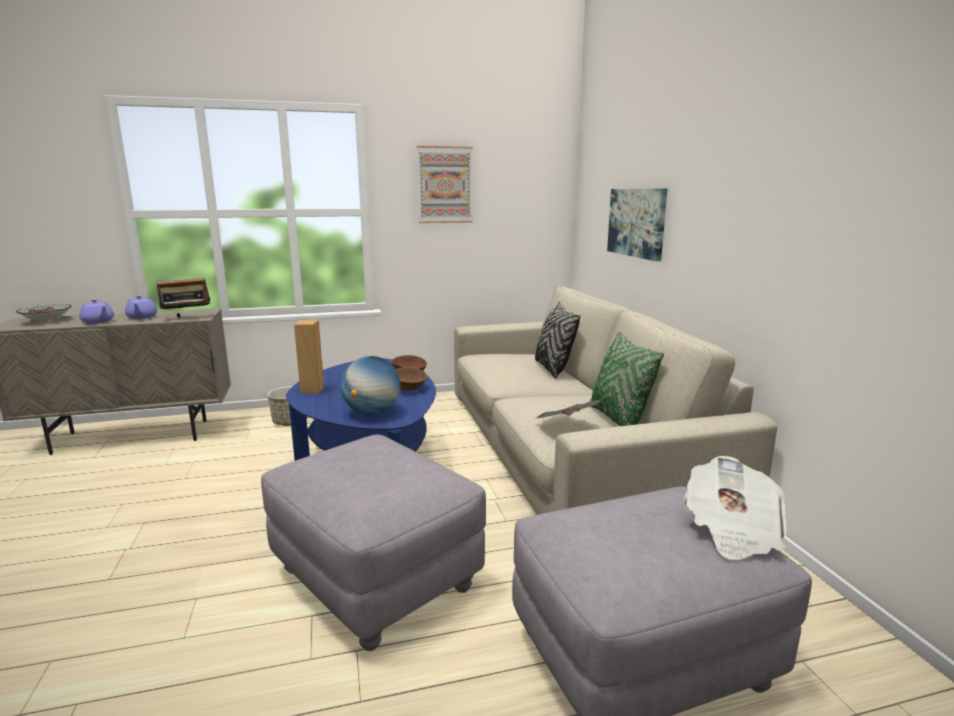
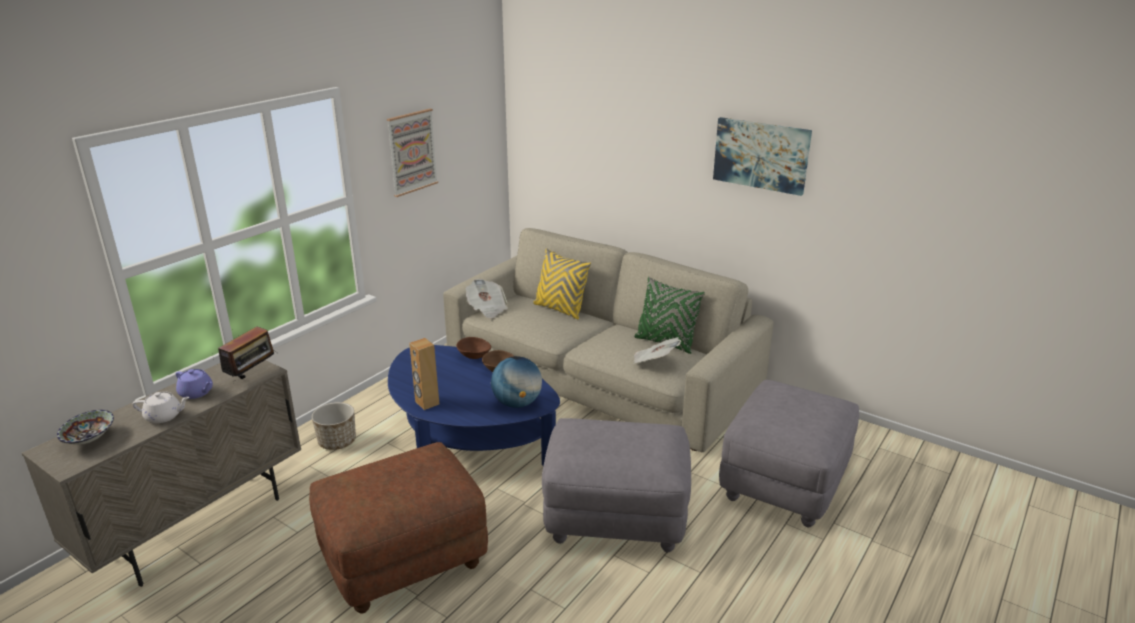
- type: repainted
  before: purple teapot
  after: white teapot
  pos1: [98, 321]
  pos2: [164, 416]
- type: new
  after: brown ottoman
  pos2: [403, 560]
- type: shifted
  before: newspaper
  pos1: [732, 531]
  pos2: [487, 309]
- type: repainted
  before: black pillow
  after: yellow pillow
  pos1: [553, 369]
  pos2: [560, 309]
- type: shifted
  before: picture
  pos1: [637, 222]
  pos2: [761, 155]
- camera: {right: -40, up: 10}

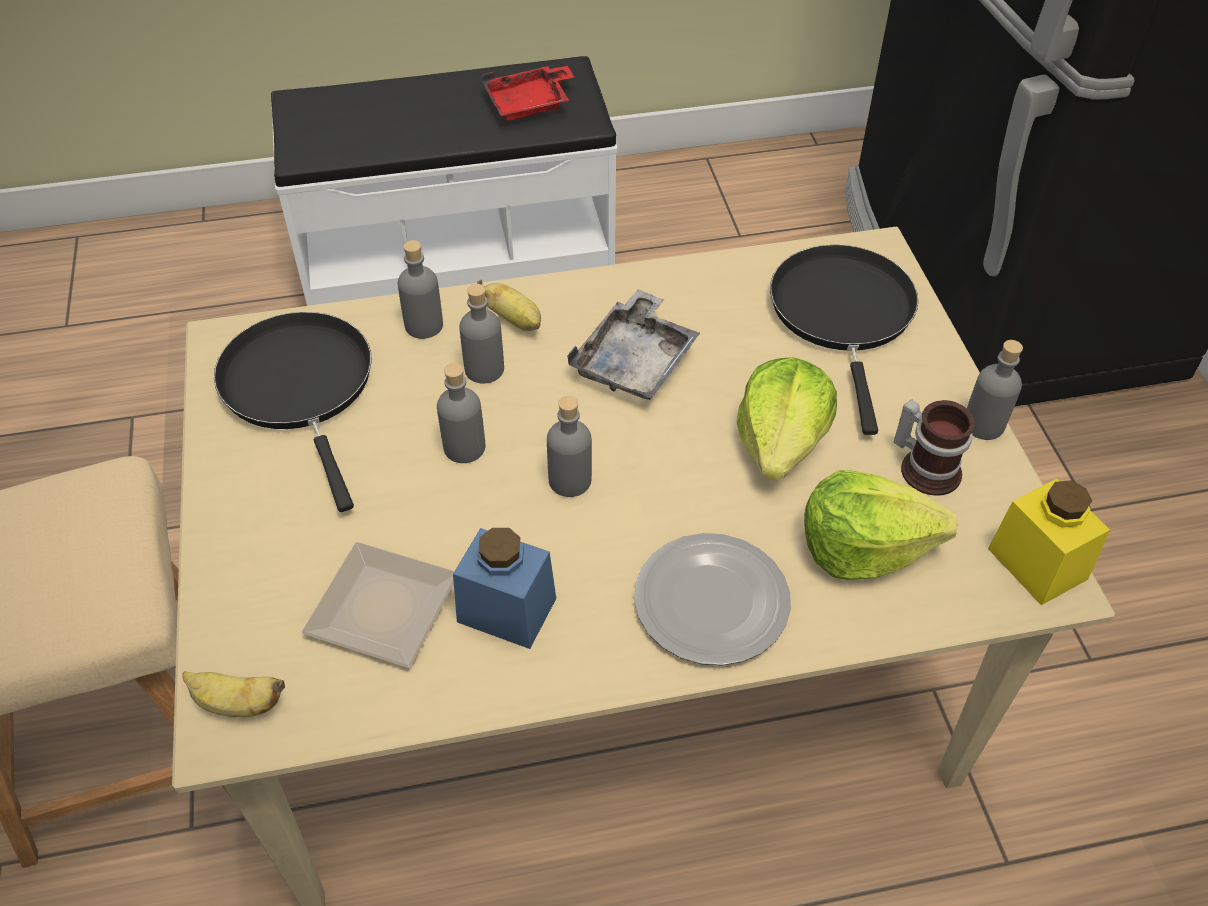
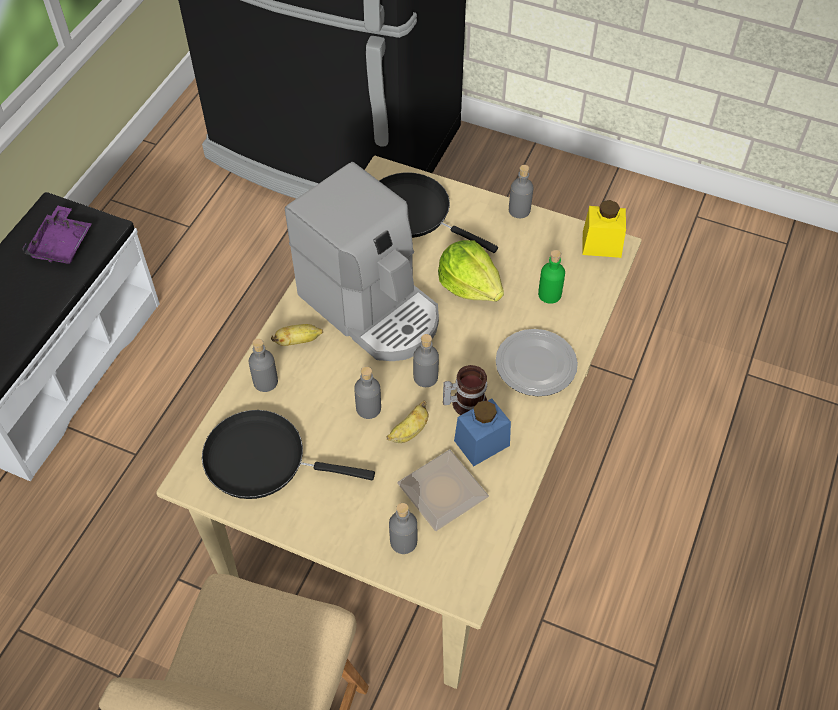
- type: repainted
  before: red tray
  after: purple tray
  pos1: [530, 104]
  pos2: [62, 244]
- type: swapped
  before: grey tray
  after: coffee machine
  pos1: [635, 361]
  pos2: [372, 308]
- type: shifted
  before: banana
  pos1: [237, 704]
  pos2: [409, 432]
- type: shifted
  before: grey bottle
  pos1: [484, 369]
  pos2: [403, 541]
- type: shifted
  before: mug
  pos1: [927, 467]
  pos2: [465, 402]
- type: swapped
  before: lettuce
  after: green bottle
  pos1: [863, 547]
  pos2: [549, 294]
- camera: {right: -55, up: 5}

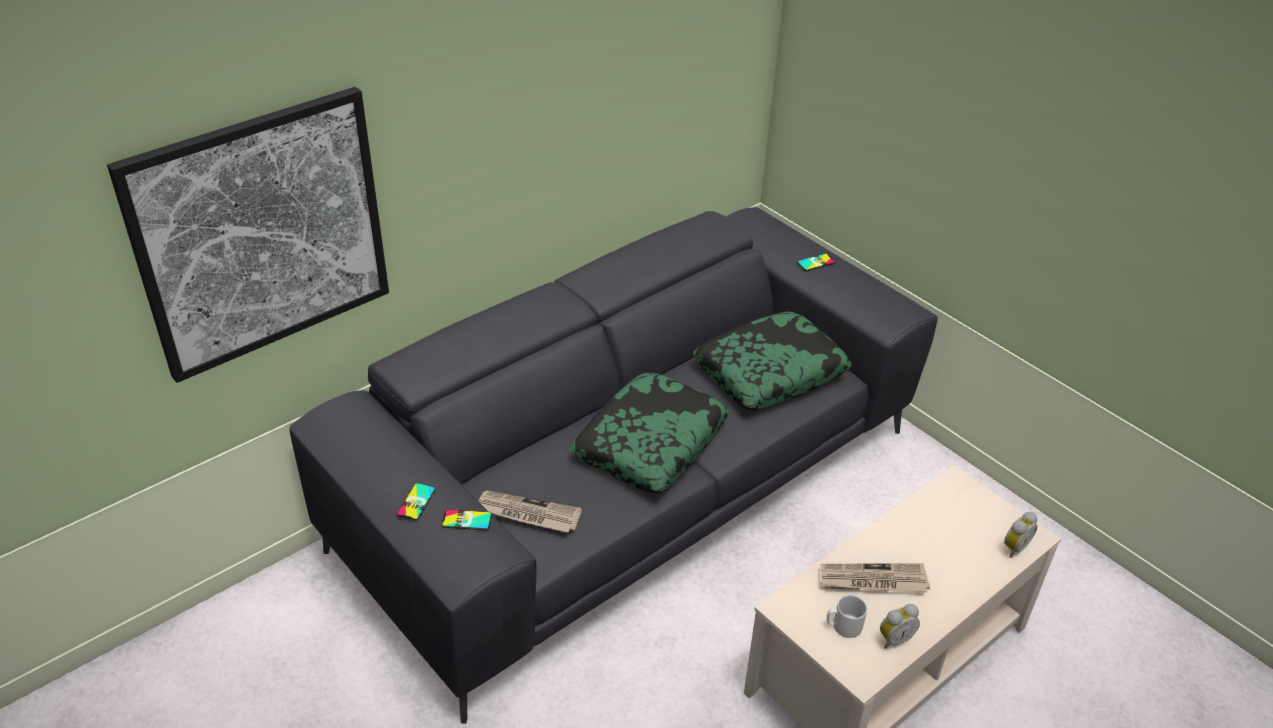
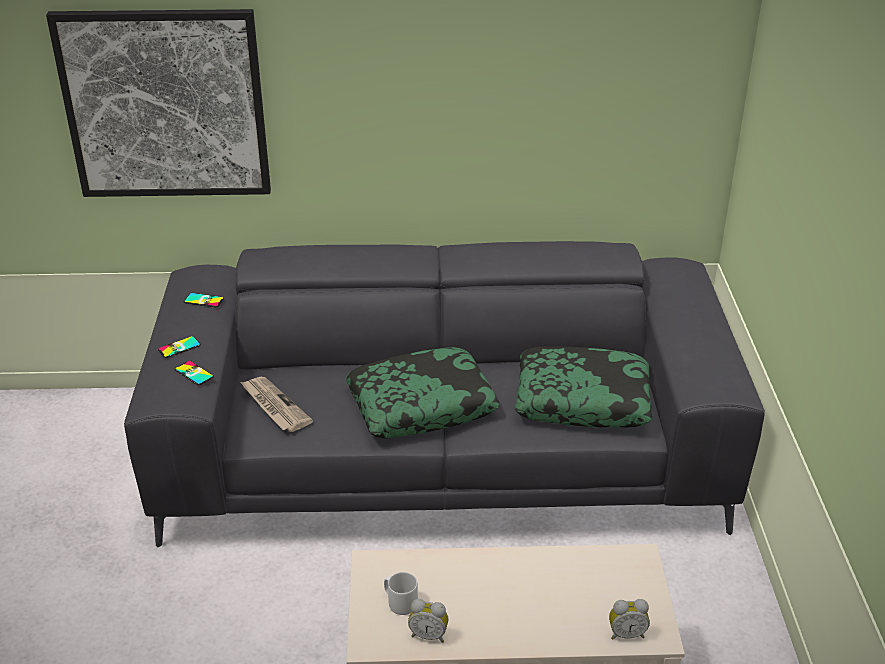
- type: shifted
  before: phone
  pos1: [815, 262]
  pos2: [204, 300]
- type: gone
  before: newspaper
  pos1: [872, 580]
- camera: {right: 40, up: -5}

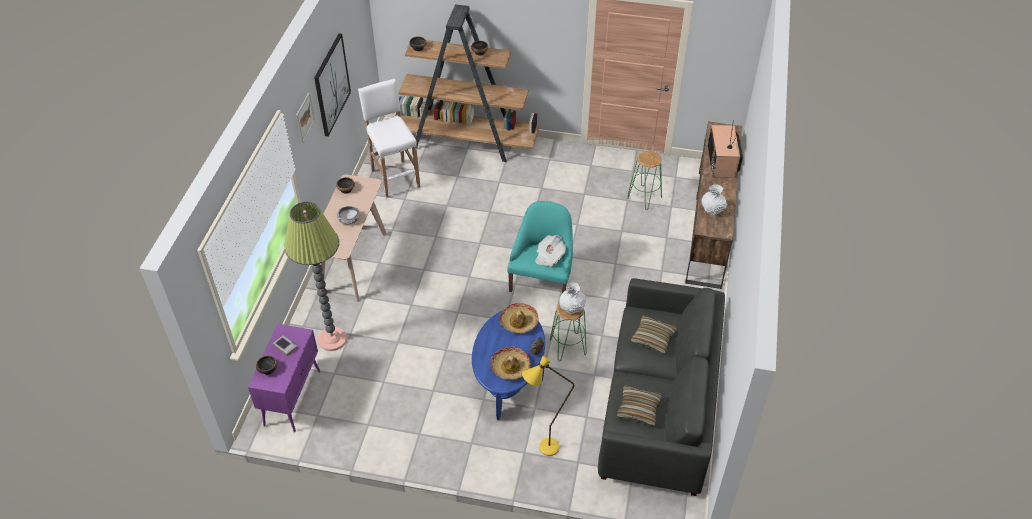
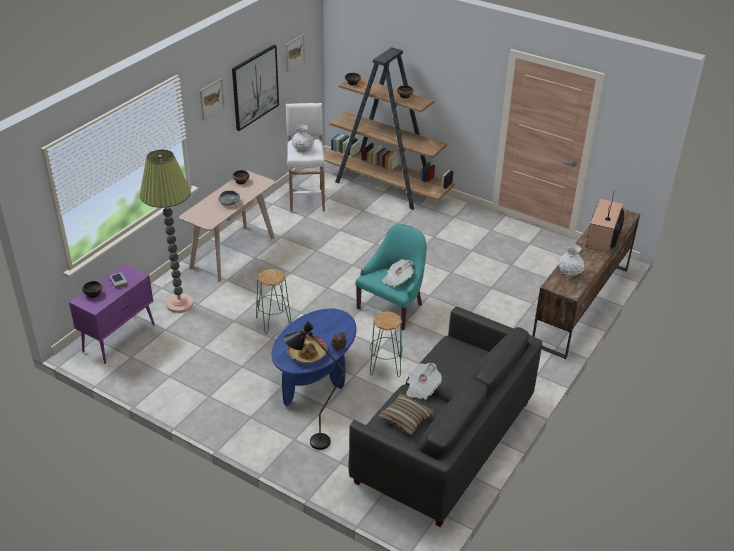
- type: shifted
  before: green stool
  pos1: [644, 198]
  pos2: [274, 322]
- type: repainted
  before: yellow floor lamp
  after: black floor lamp
  pos1: [542, 451]
  pos2: [312, 443]
- type: new
  after: picture
  pos2: [294, 53]
- type: shifted
  before: white vase
  pos1: [572, 308]
  pos2: [303, 149]
- type: new
  after: newspaper
  pos2: [422, 388]
- type: gone
  before: hat
  pos1: [519, 322]
- type: gone
  before: pillow
  pos1: [653, 338]
- camera: {right: 20, up: -10}

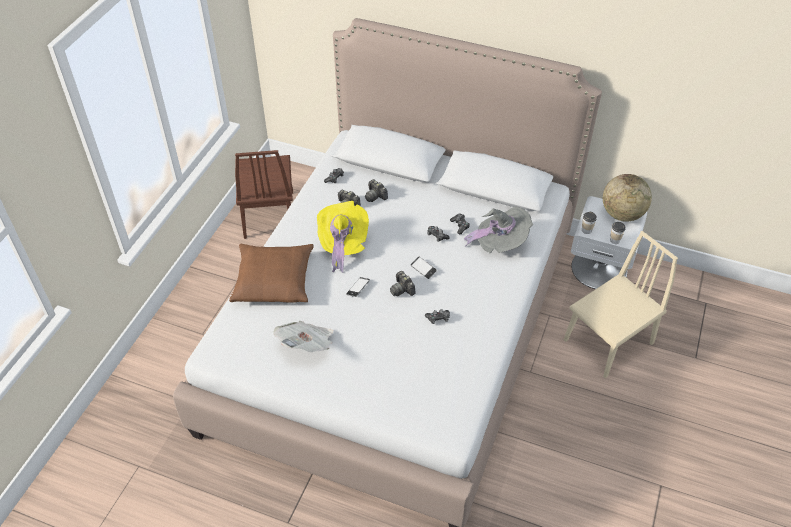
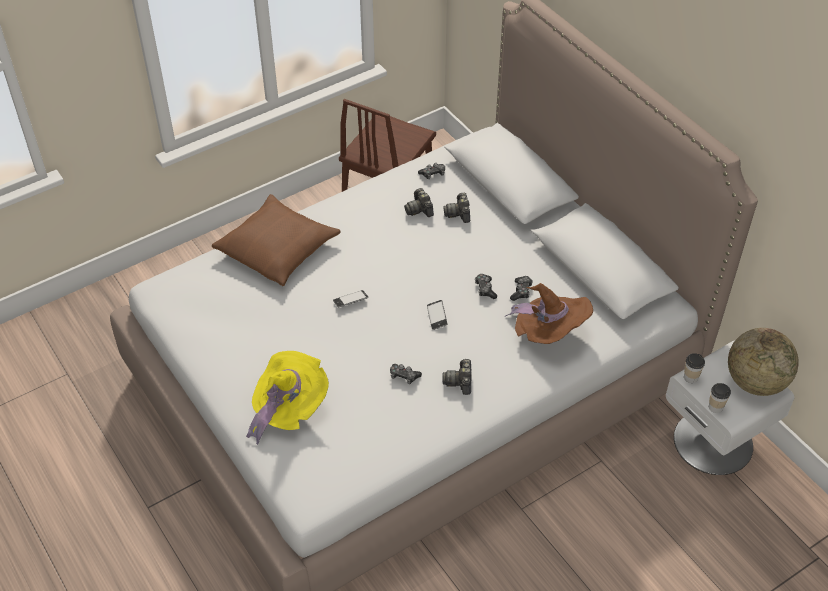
- type: shifted
  before: yellow hat
  pos1: [342, 245]
  pos2: [288, 409]
- type: shifted
  before: photo camera
  pos1: [402, 289]
  pos2: [460, 382]
- type: repainted
  before: grey hat
  after: brown hat
  pos1: [500, 243]
  pos2: [548, 334]
- type: gone
  before: newspaper
  pos1: [307, 345]
- type: gone
  before: beige chair
  pos1: [608, 342]
- camera: {right: 35, up: 0}

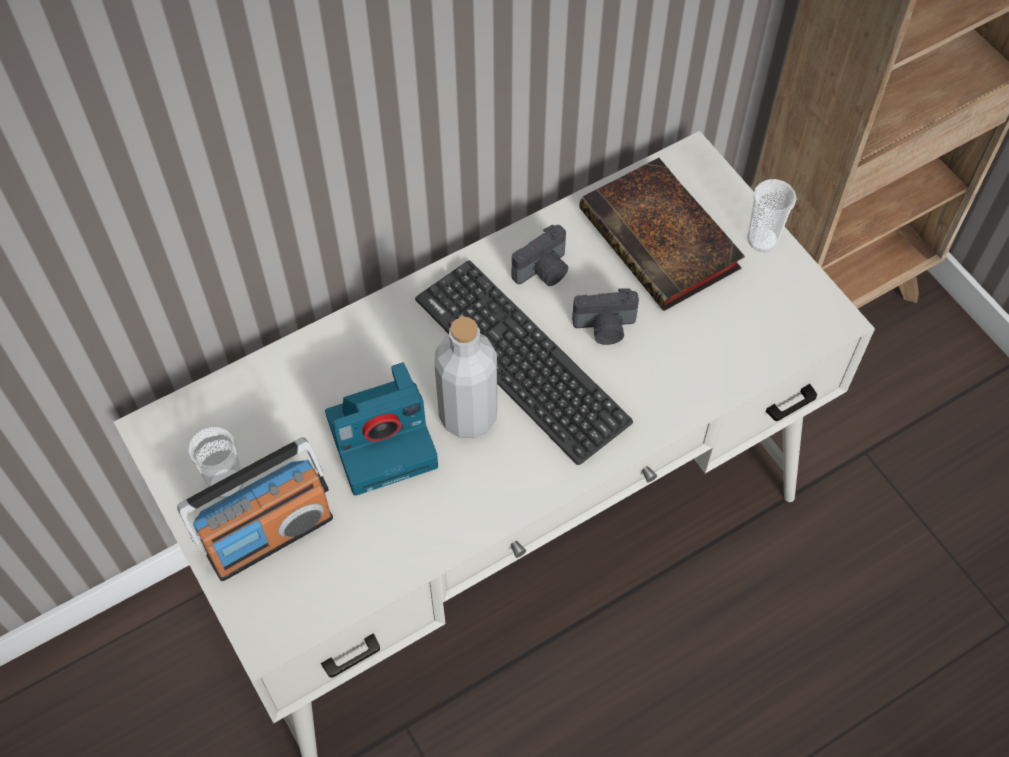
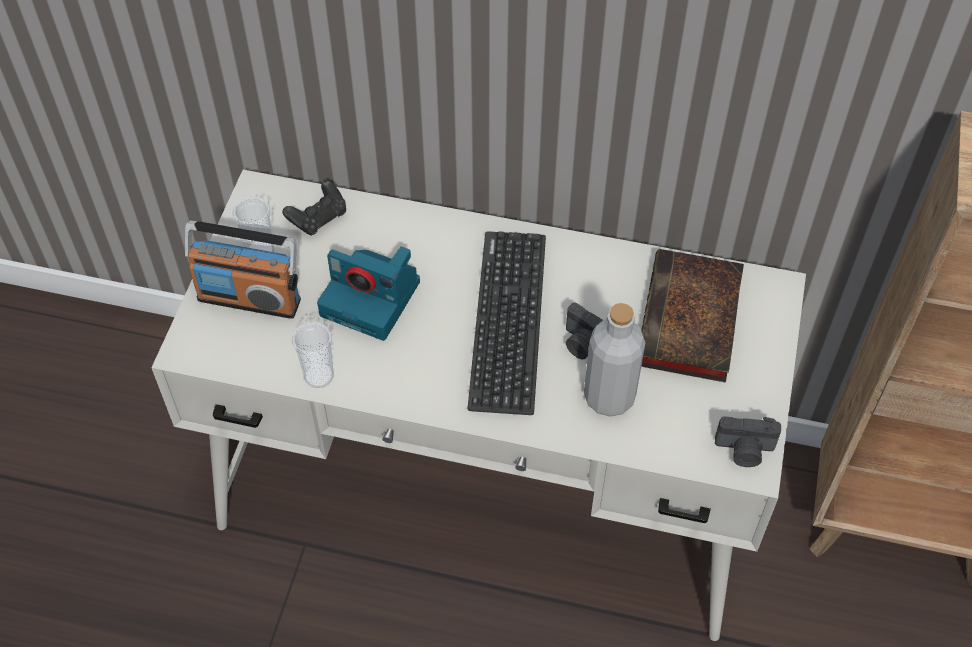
- type: new
  after: black game controller
  pos2: [318, 218]
- type: shifted
  before: cup
  pos1: [762, 240]
  pos2: [319, 376]
- type: shifted
  before: grey bottle
  pos1: [468, 415]
  pos2: [609, 397]
- type: shifted
  before: photo camera
  pos1: [544, 271]
  pos2: [744, 451]
- camera: {right: 45, up: -5}

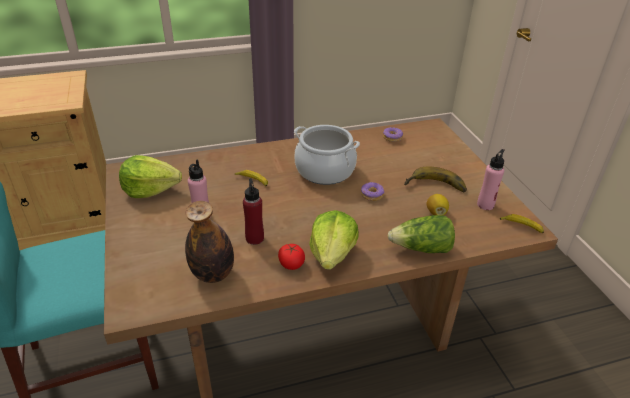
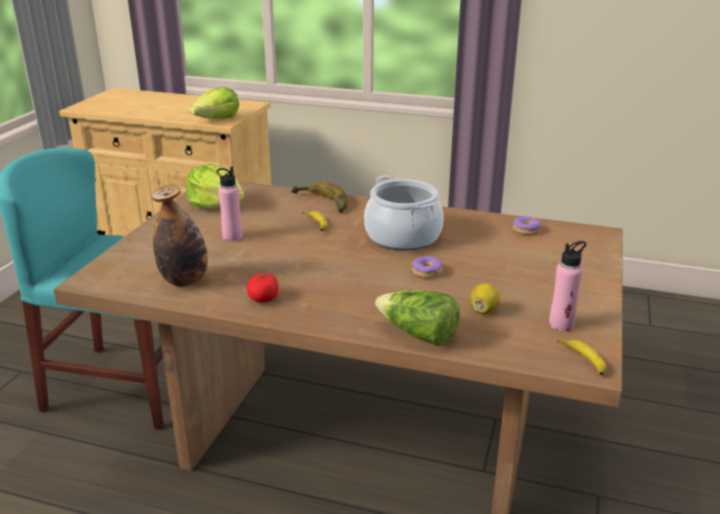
- type: shifted
  before: lettuce
  pos1: [332, 253]
  pos2: [217, 119]
- type: shifted
  before: banana
  pos1: [435, 187]
  pos2: [320, 203]
- type: gone
  before: red bottle
  pos1: [254, 238]
- camera: {right: 35, up: -10}

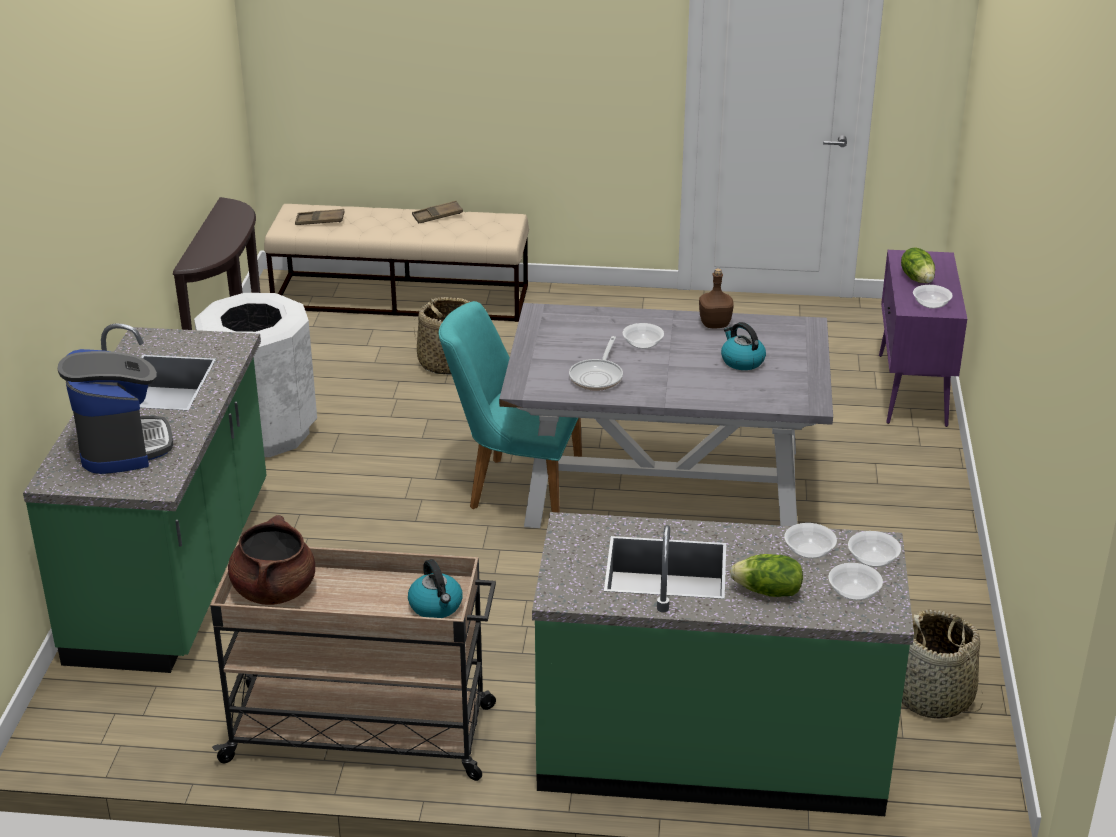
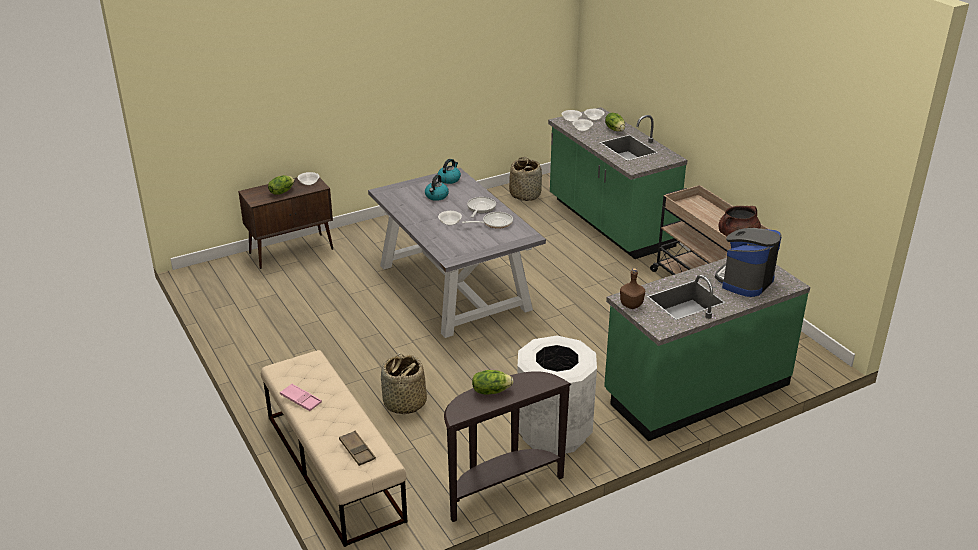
- type: repainted
  before: purple cabinet
  after: brown cabinet
  pos1: [912, 391]
  pos2: [292, 251]
- type: repainted
  before: brown tray
  after: pink tray
  pos1: [437, 216]
  pos2: [301, 400]
- type: shifted
  before: kettle
  pos1: [436, 606]
  pos2: [449, 179]
- type: new
  after: frying pan
  pos2: [480, 208]
- type: new
  after: lettuce
  pos2: [491, 391]
- type: shifted
  before: brown bottle
  pos1: [714, 324]
  pos2: [631, 305]
- type: gone
  before: turquoise chair
  pos1: [514, 487]
- camera: {right: -125, up: 0}

